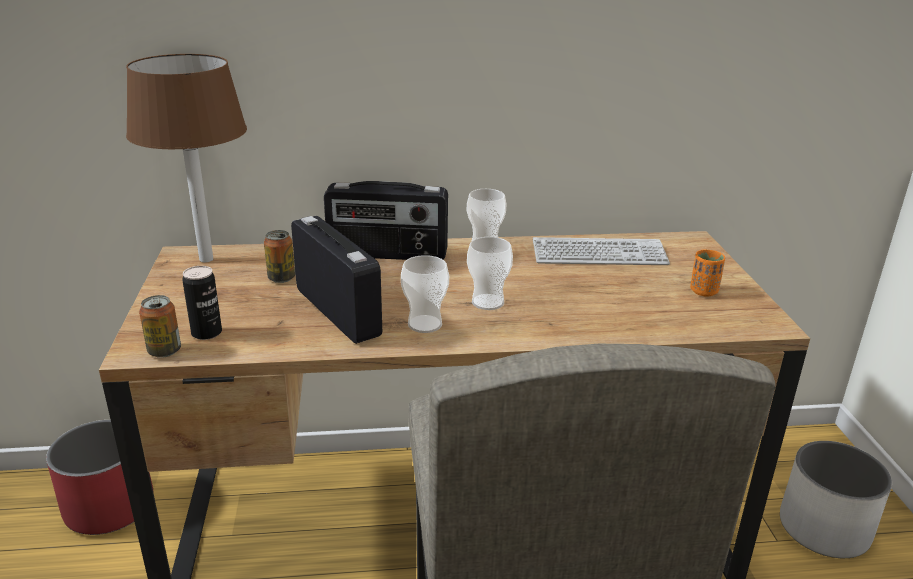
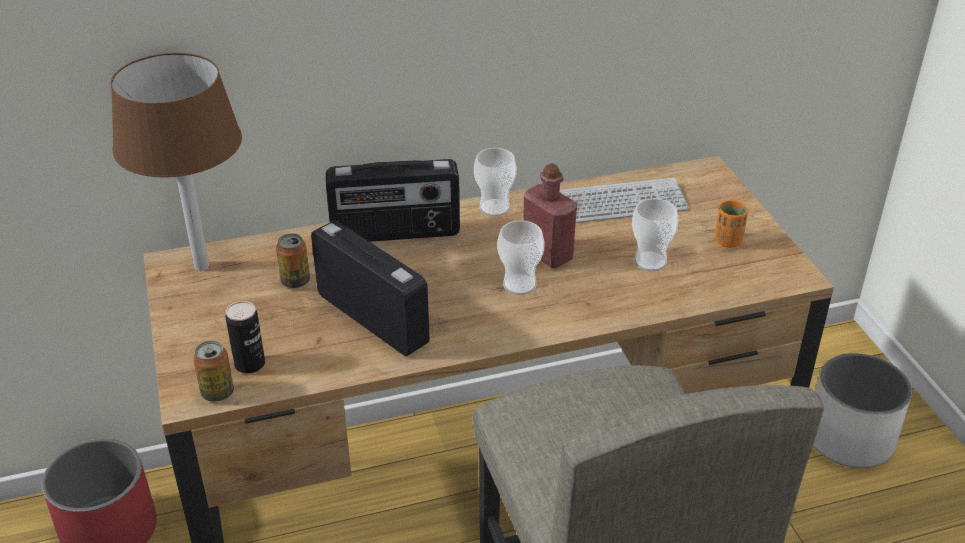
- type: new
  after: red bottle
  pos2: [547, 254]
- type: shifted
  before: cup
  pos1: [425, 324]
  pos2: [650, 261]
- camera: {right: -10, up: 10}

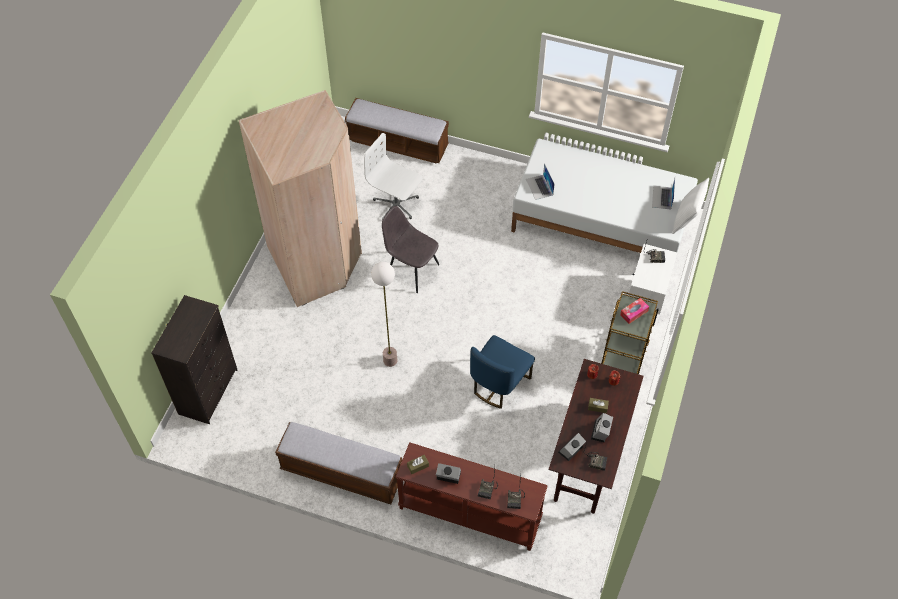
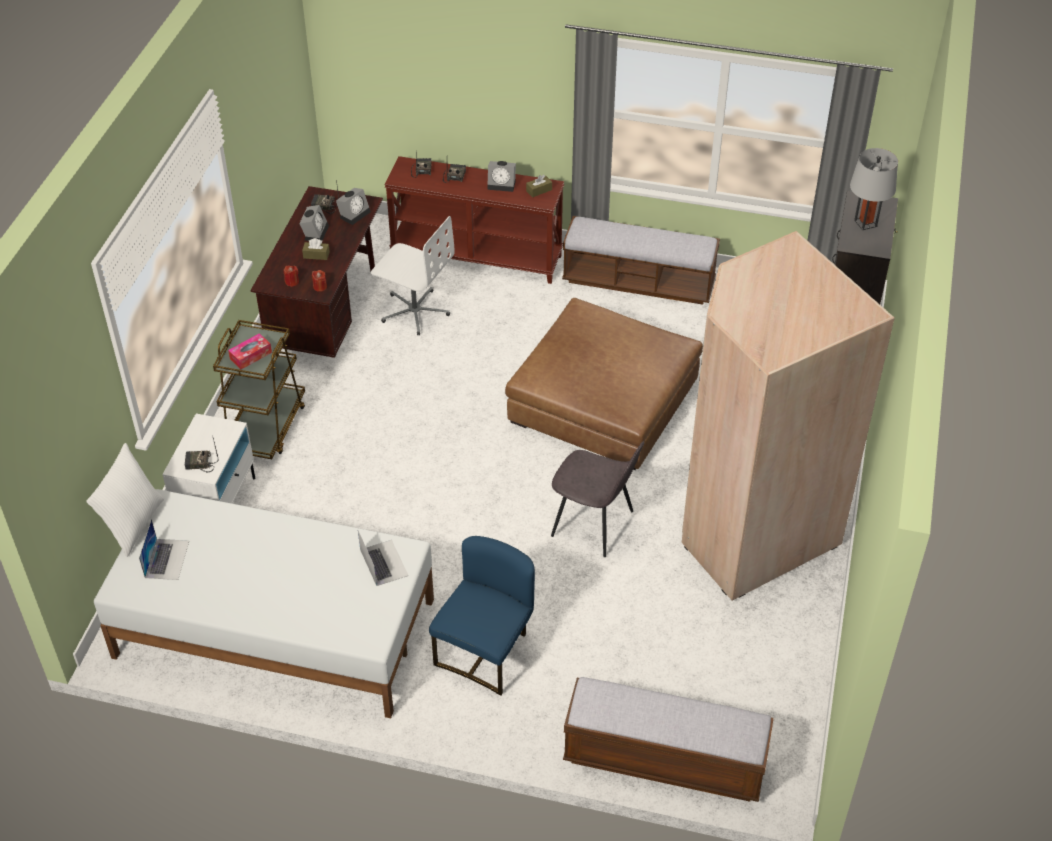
- type: shifted
  before: white office chair
  pos1: [396, 205]
  pos2: [415, 311]
- type: shifted
  before: blue chair
  pos1: [499, 384]
  pos2: [486, 652]
- type: swapped
  before: floor lamp
  after: brown ottoman
  pos1: [390, 360]
  pos2: [603, 401]
- type: new
  after: grey table lamp
  pos2: [865, 223]
- camera: {right: 175, up: -10}

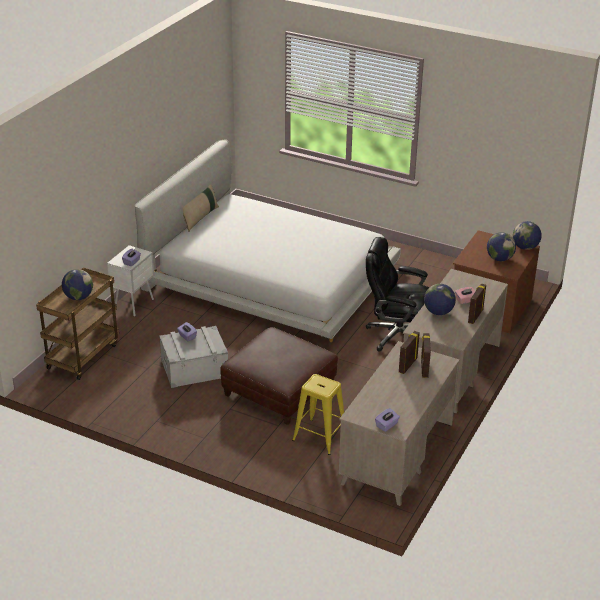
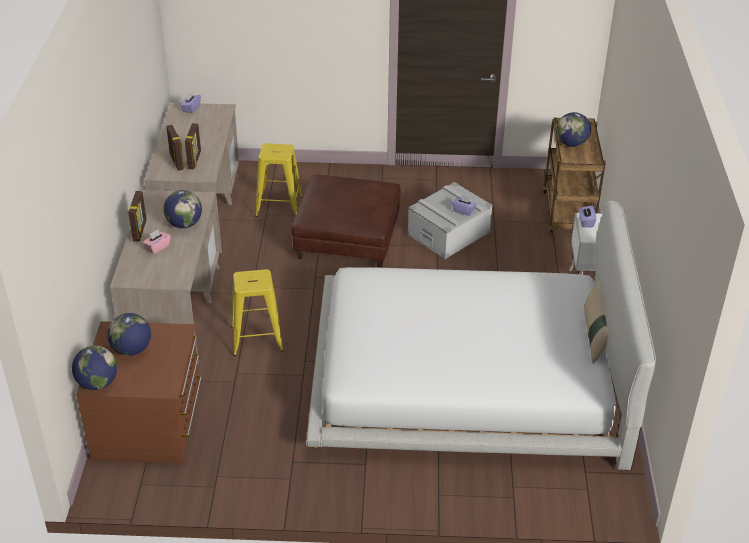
- type: swapped
  before: black office chair
  after: yellow stool
  pos1: [396, 335]
  pos2: [257, 338]
- camera: {right: 155, up: 5}

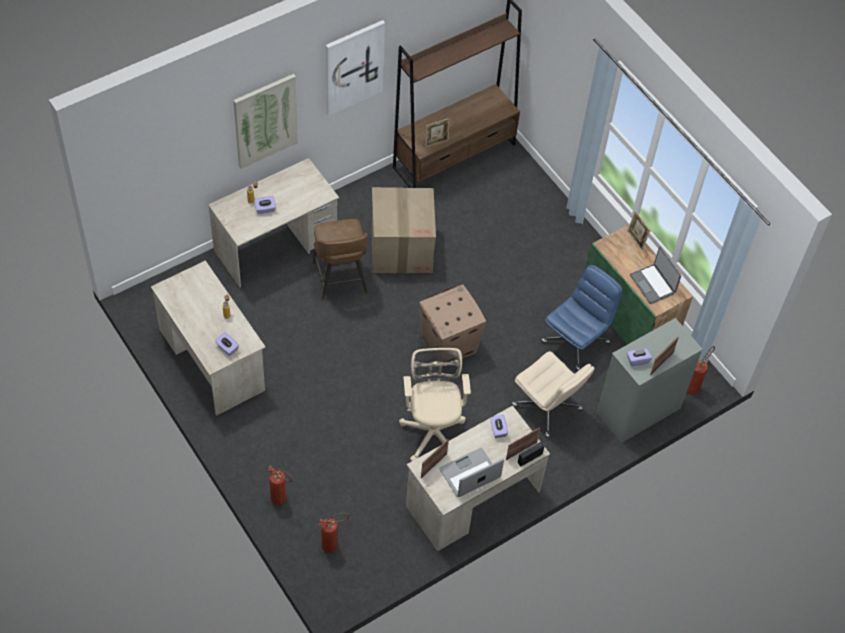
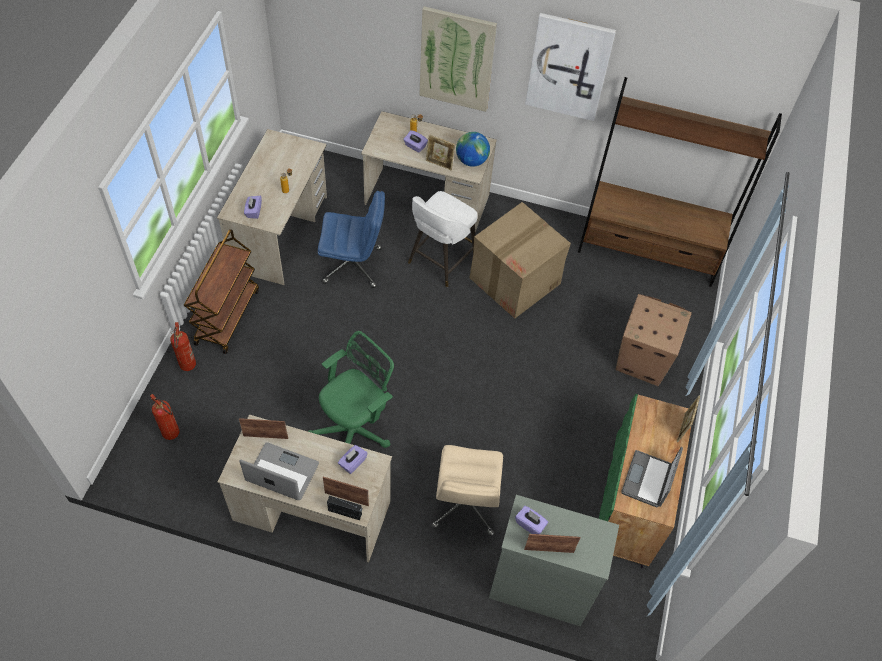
- type: new
  after: brown cart
  pos2: [227, 316]
- type: repainted
  before: beige office chair
  after: green office chair
  pos1: [432, 430]
  pos2: [355, 429]
- type: shifted
  before: blue office chair
  pos1: [576, 341]
  pos2: [353, 265]
- type: repainted
  before: brown stool
  after: white stool
  pos1: [340, 279]
  pos2: [440, 261]
- type: shifted
  before: picture frame
  pos1: [436, 142]
  pos2: [439, 164]
- type: new
  after: globe
  pos2: [471, 161]
- type: shifted
  before: cardboard box
  pos1: [447, 345]
  pos2: [641, 360]
- type: gone
  before: fire extinguisher
  pos1: [694, 386]
- camera: {right: 50, up: 0}

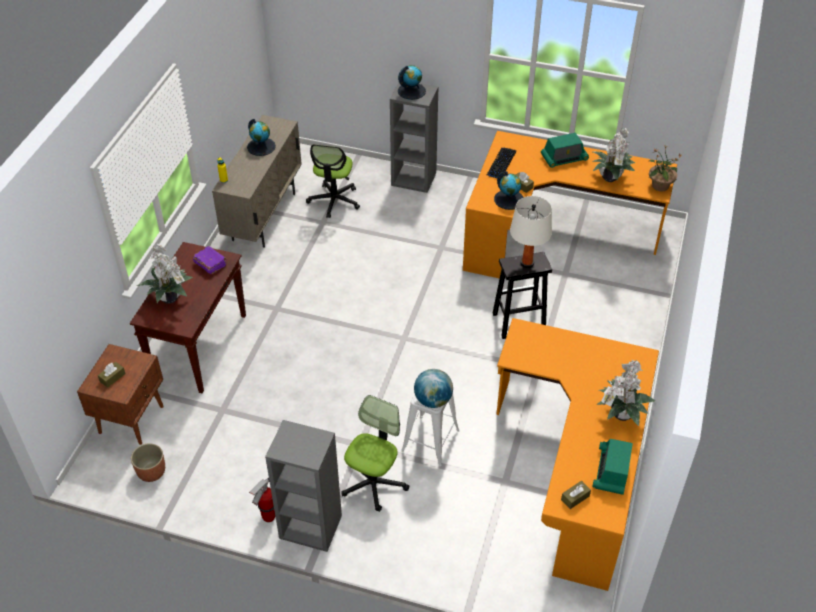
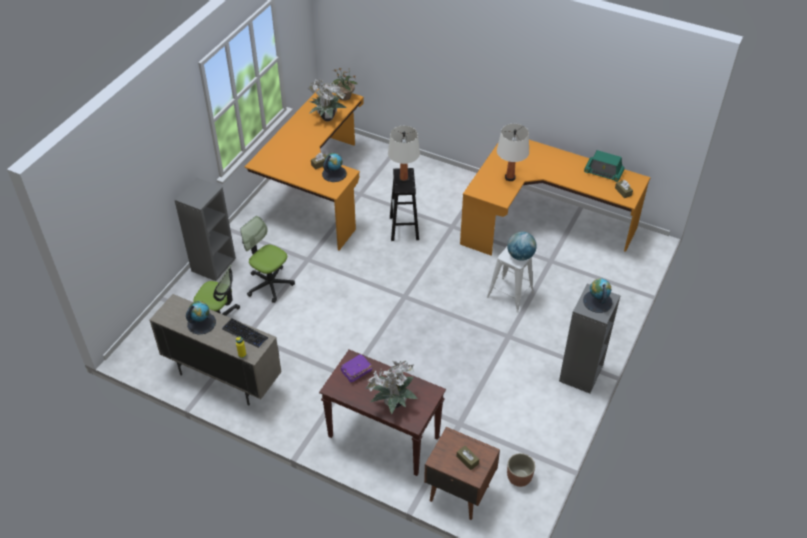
- type: shifted
  before: keyboard
  pos1: [501, 163]
  pos2: [245, 333]
- type: shifted
  before: office chair
  pos1: [373, 483]
  pos2: [270, 284]
- type: new
  after: white table lamp
  pos2: [510, 177]
- type: shifted
  before: globe
  pos1: [411, 91]
  pos2: [597, 301]
- type: gone
  before: fire extinguisher
  pos1: [268, 517]
- type: gone
  before: radio
  pos1: [564, 158]
- type: gone
  before: potted plant
  pos1: [620, 415]
- camera: {right: -80, up: 0}

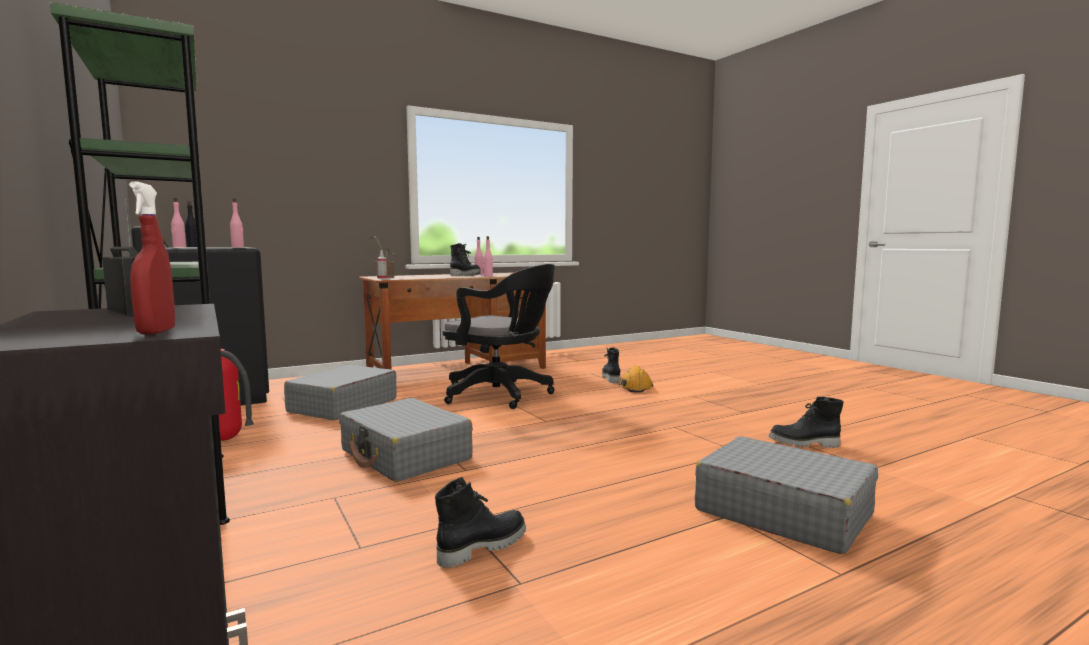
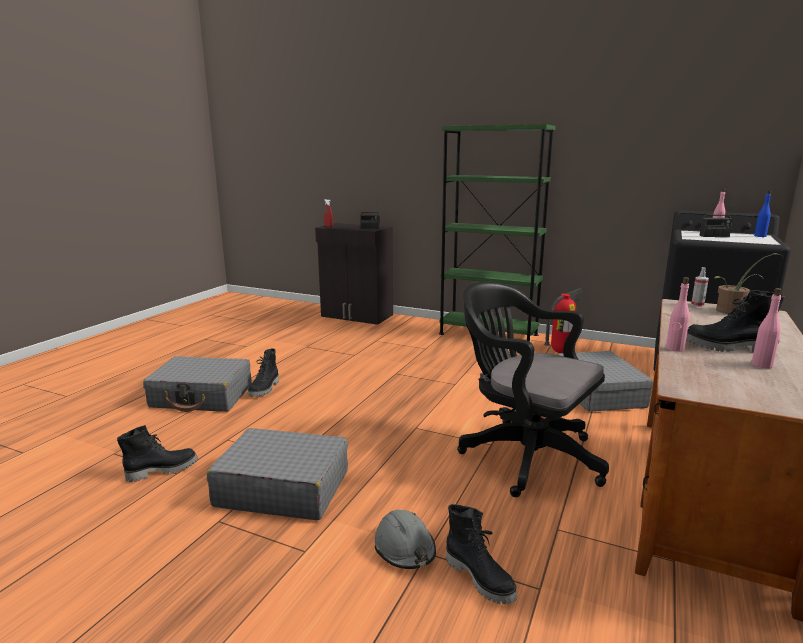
- type: shifted
  before: grey suitcase
  pos1: [405, 455]
  pos2: [282, 488]
- type: shifted
  before: black boot
  pos1: [481, 547]
  pos2: [265, 389]
- type: repainted
  before: orange hard hat
  after: grey hard hat
  pos1: [635, 387]
  pos2: [405, 549]
- type: rotated
  before: black office chair
  pos1: [501, 395]
  pos2: [524, 455]
  turn: 45
- type: new
  after: radio
  pos2: [714, 236]
- type: repainted
  before: black bottle
  after: blue bottle
  pos1: [192, 247]
  pos2: [760, 236]
- type: gone
  before: pink bottle
  pos1: [238, 247]
- camera: {right: 145, up: 10}

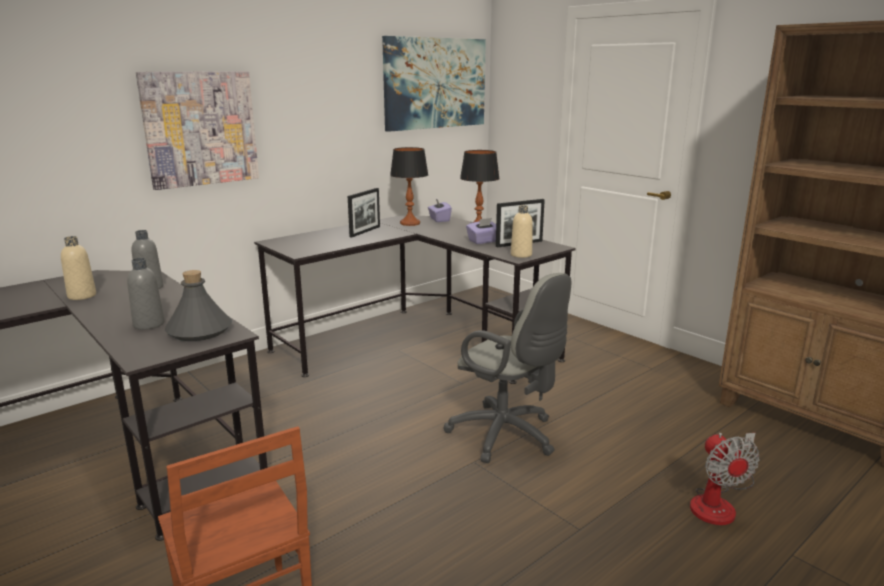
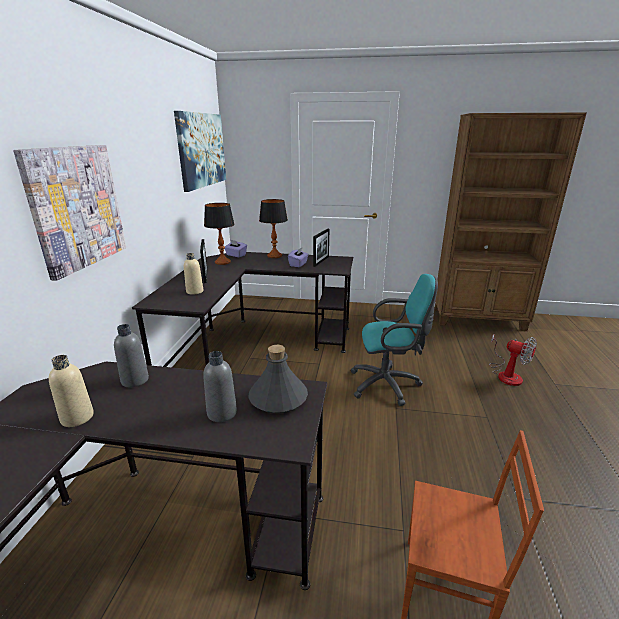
- type: shifted
  before: beige bottle
  pos1: [521, 255]
  pos2: [194, 291]
- type: repainted
  before: grey office chair
  after: turquoise office chair
  pos1: [507, 436]
  pos2: [388, 385]
- camera: {right: -40, up: 5}

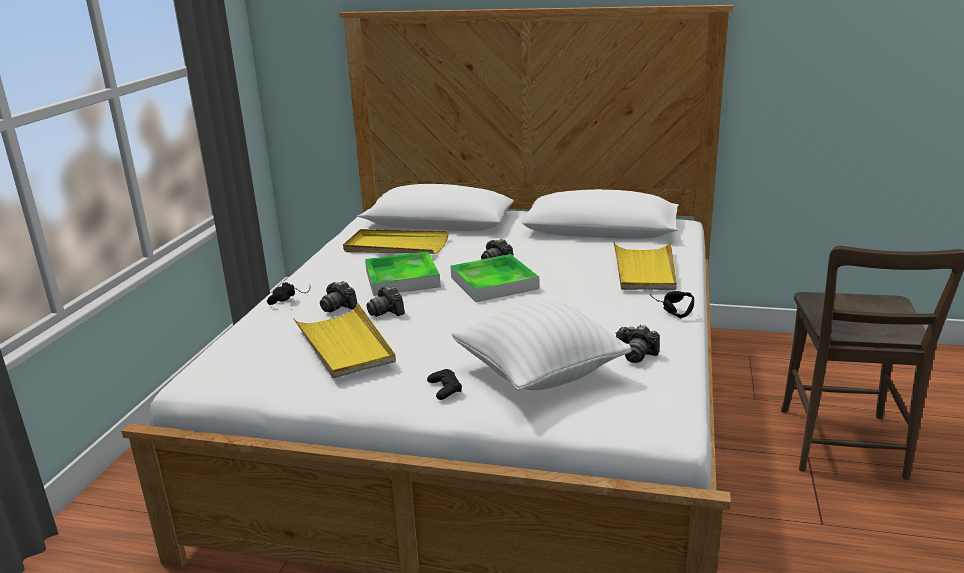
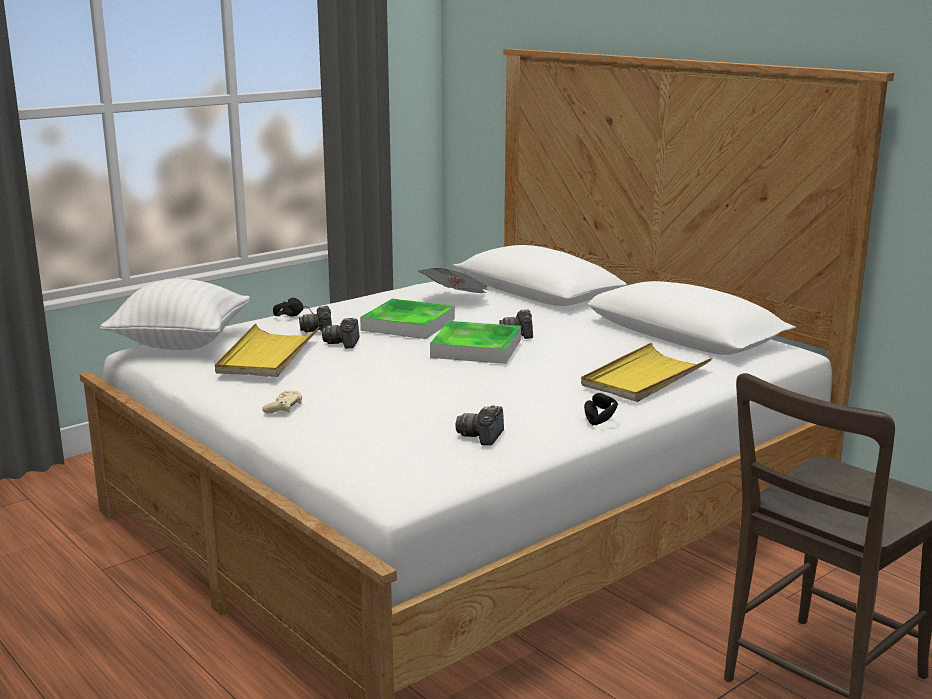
- type: shifted
  before: white pillow
  pos1: [539, 374]
  pos2: [181, 343]
- type: repainted
  before: black game controller
  after: beige game controller
  pos1: [445, 389]
  pos2: [283, 408]
- type: swapped
  before: yellow tray
  after: newspaper
  pos1: [396, 246]
  pos2: [456, 300]
- type: rotated
  before: photo camera
  pos1: [636, 354]
  pos2: [482, 436]
  turn: 45
- camera: {right: 35, up: -5}

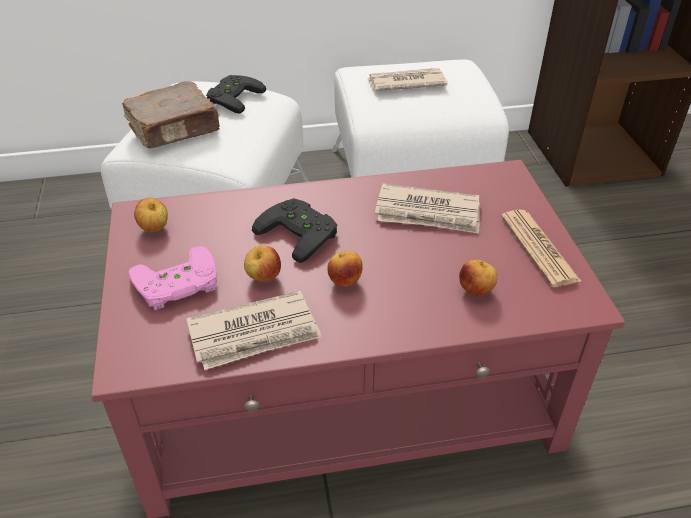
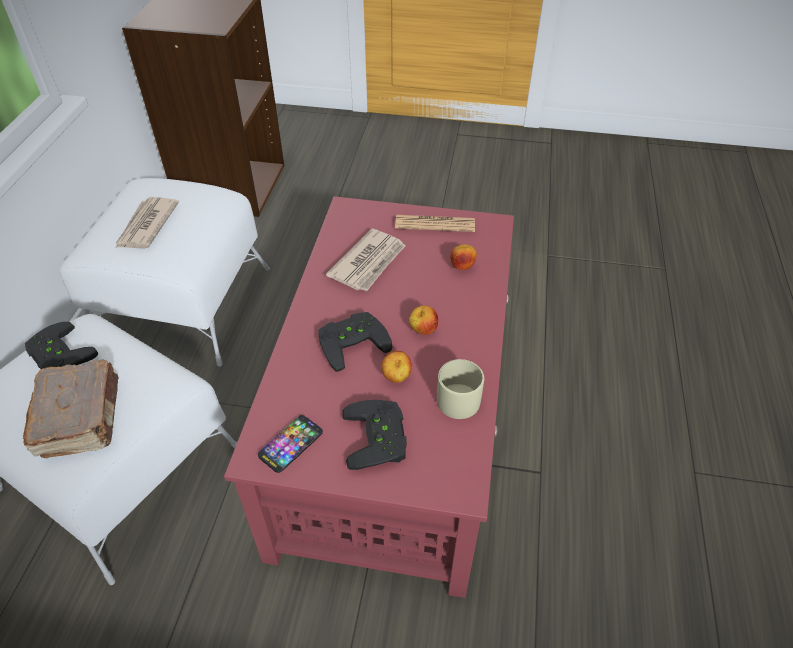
- type: swapped
  before: apple
  after: phone
  pos1: [154, 229]
  pos2: [291, 444]
- type: repainted
  before: pink game controller
  after: black game controller
  pos1: [177, 286]
  pos2: [380, 438]
- type: swapped
  before: newspaper
  after: beige mug
  pos1: [255, 334]
  pos2: [458, 396]
- camera: {right: -70, up: 5}

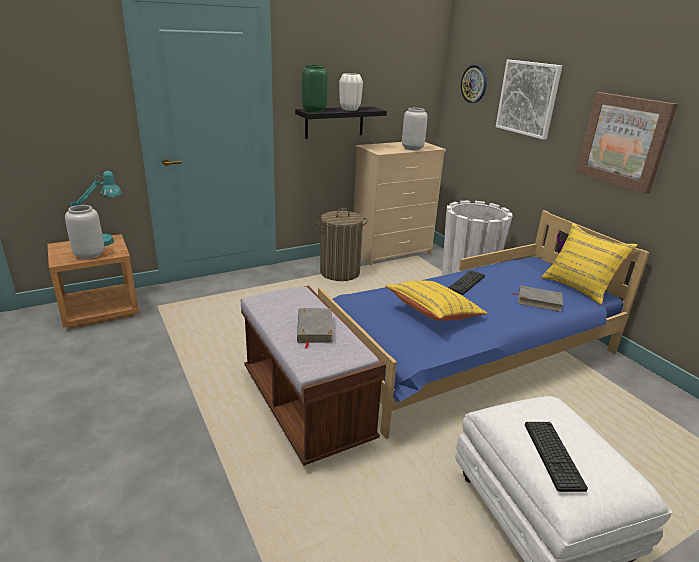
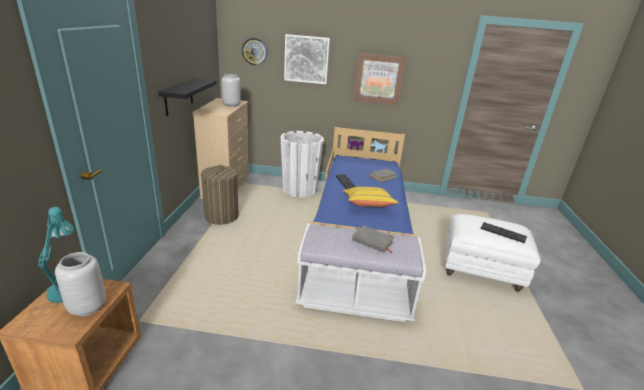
- type: repainted
  before: brown bench
  after: white bench
  pos1: [306, 407]
  pos2: [354, 299]
- type: gone
  before: green vase
  pos1: [313, 110]
- type: gone
  before: white vase
  pos1: [349, 109]
- type: gone
  before: yellow pillow
  pos1: [579, 287]
- camera: {right: -55, up: 0}

